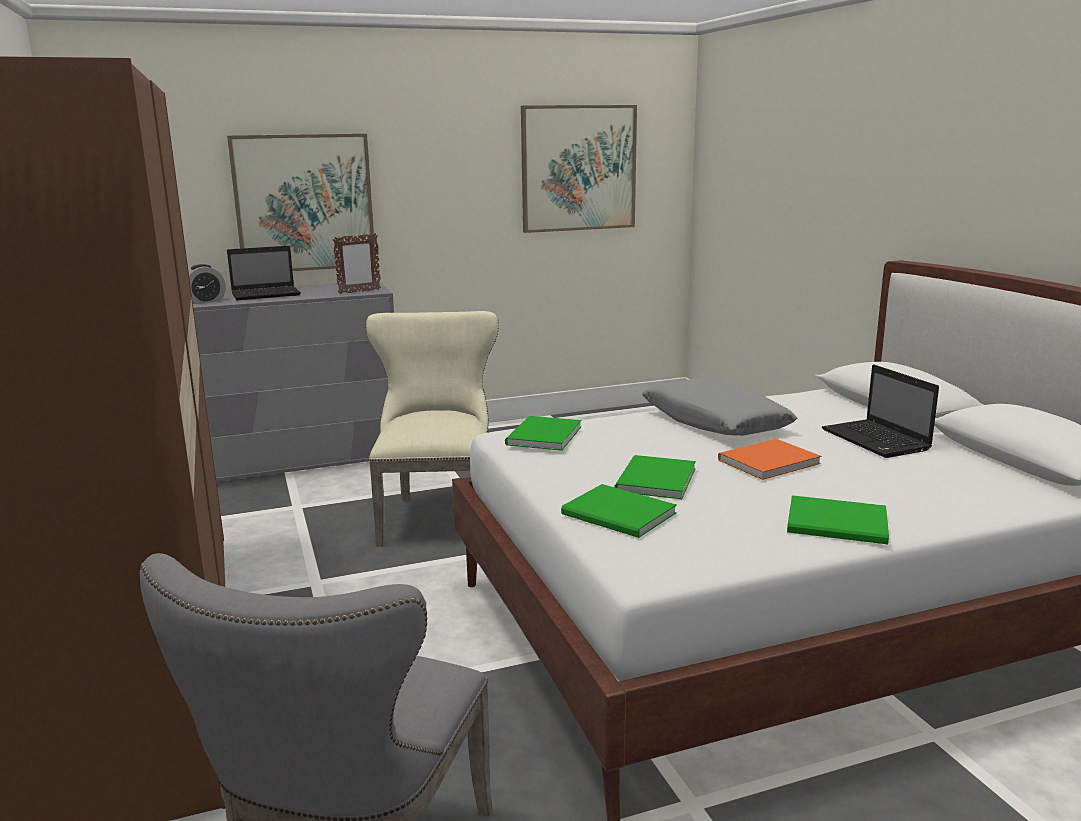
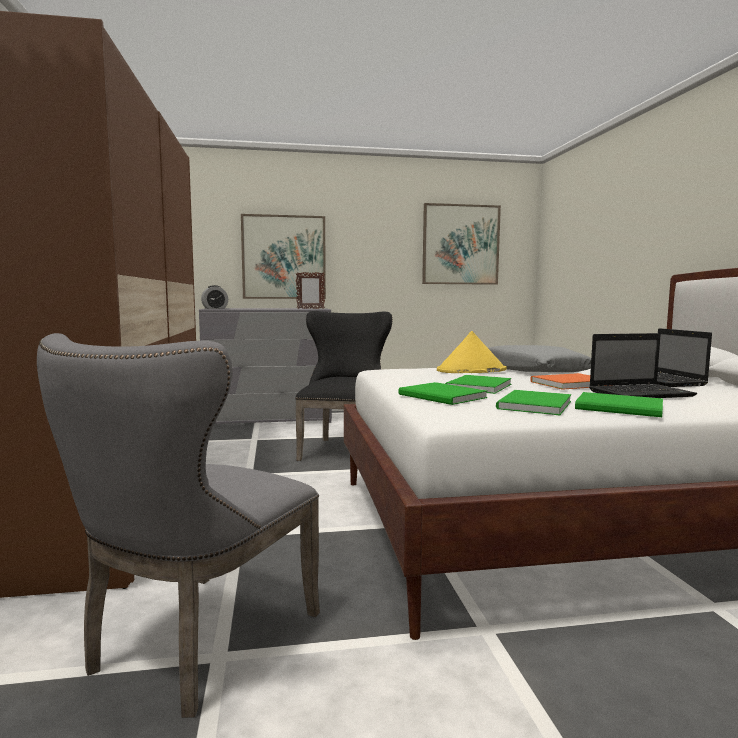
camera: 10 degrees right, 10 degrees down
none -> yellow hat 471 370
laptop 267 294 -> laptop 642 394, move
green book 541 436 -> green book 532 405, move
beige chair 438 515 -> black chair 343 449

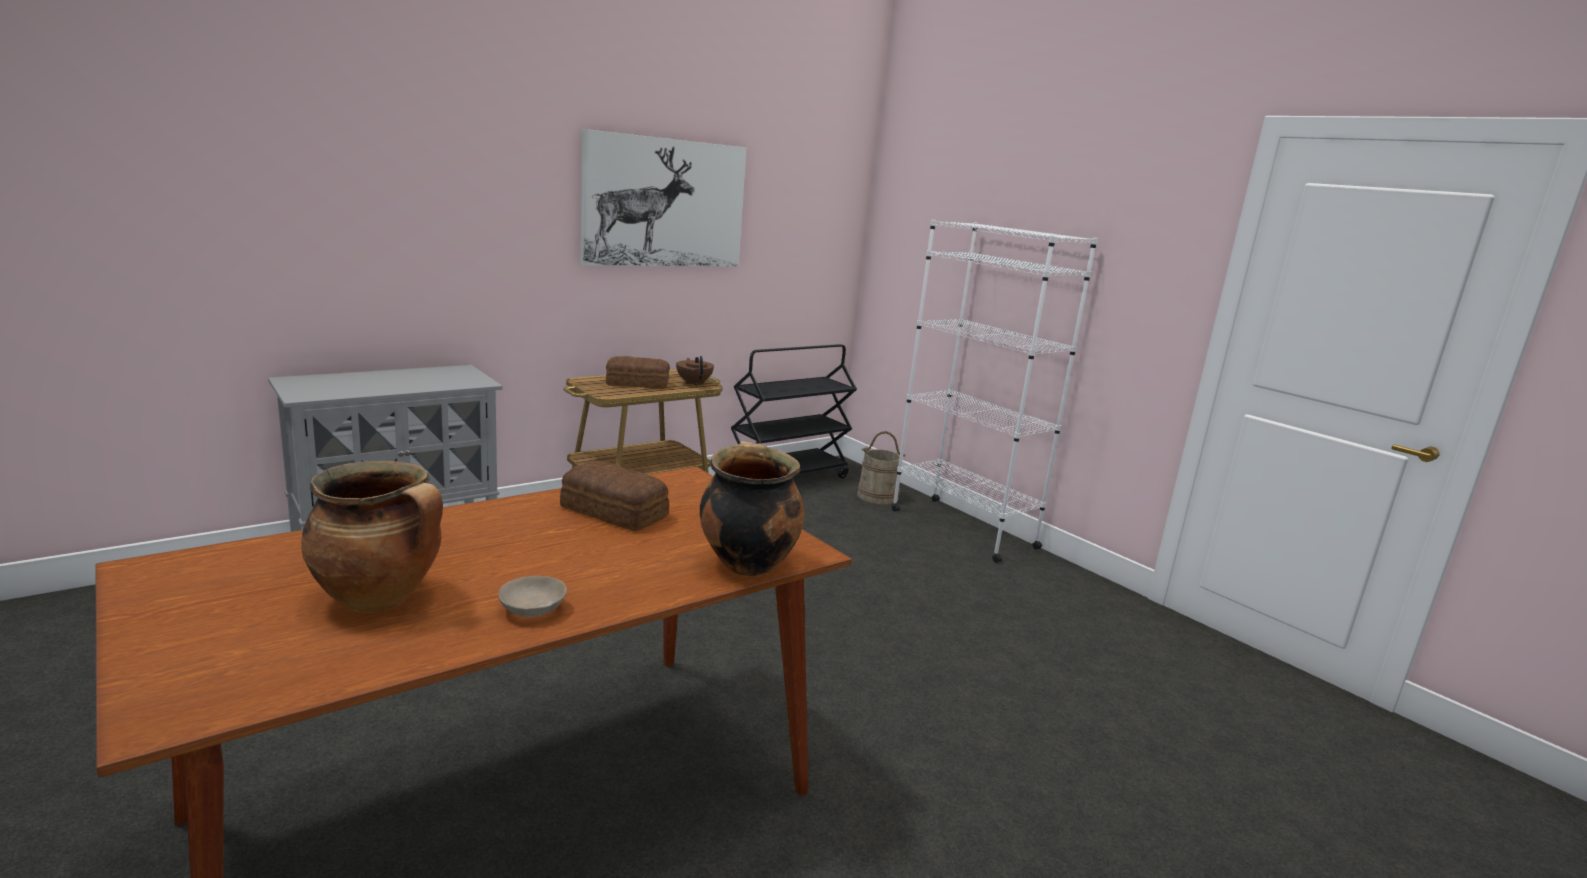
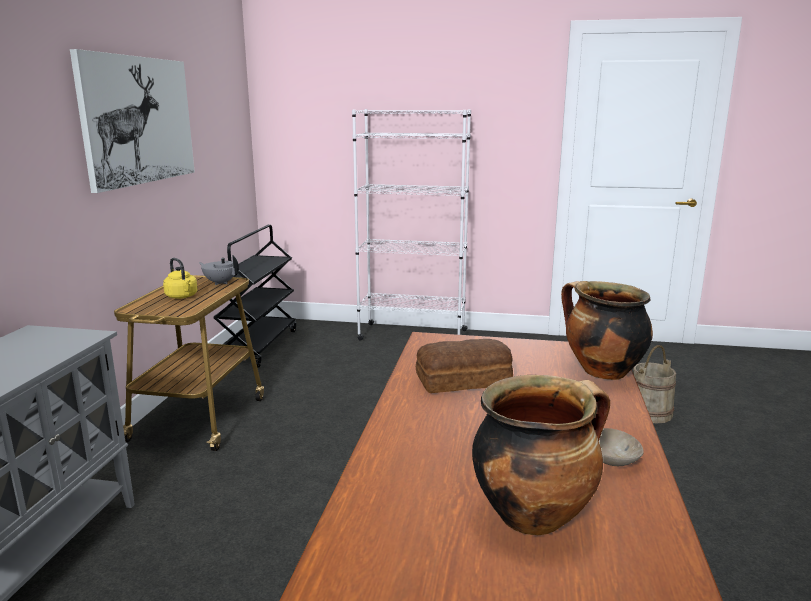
camera: 40 degrees left, 0 degrees up
beige bucket 878 496 -> beige bucket 648 412, move
bread 638 384 -> yellow kettle 182 296
brown teapot 694 383 -> grey teapot 220 283

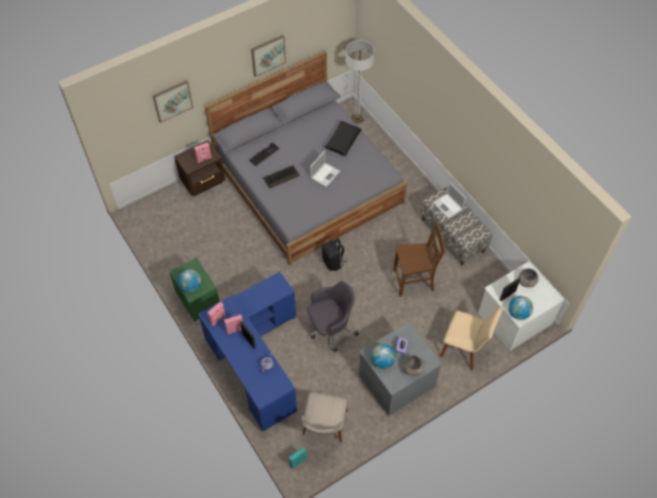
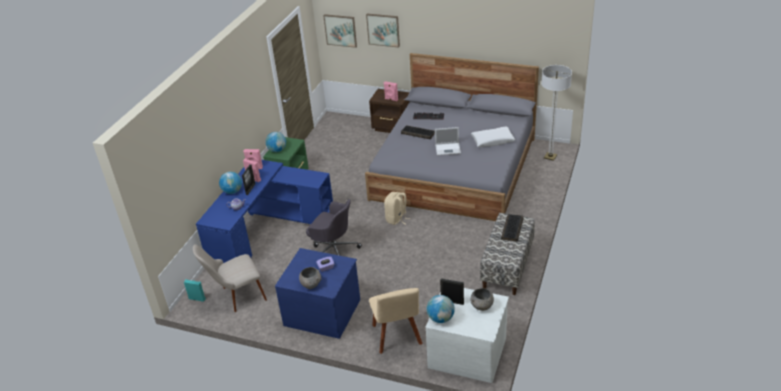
camera: 55 degrees right, 20 degrees down
brown chair 414 281 -> none
picture 268 55 -> picture 340 30, move
globe 382 361 -> globe 232 191, move
laptop 448 206 -> keyboard 512 229
black backpack 333 262 -> beige backpack 396 219
black pillow 343 141 -> white pillow 492 140
grey dresser 396 379 -> blue dresser 323 311

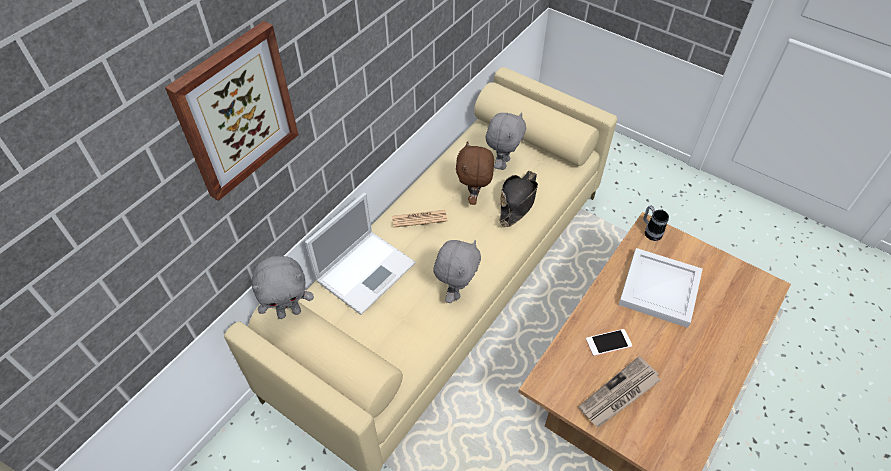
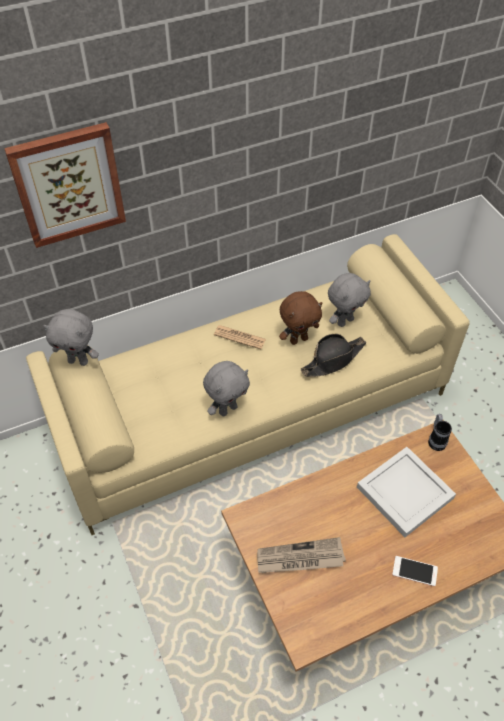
camera: 30 degrees right, 0 degrees up
laptop 366 270 -> none
phone 608 342 -> phone 414 571, move
brown plush toy 474 197 -> brown plush toy 298 339, 150 degrees counterclockwise

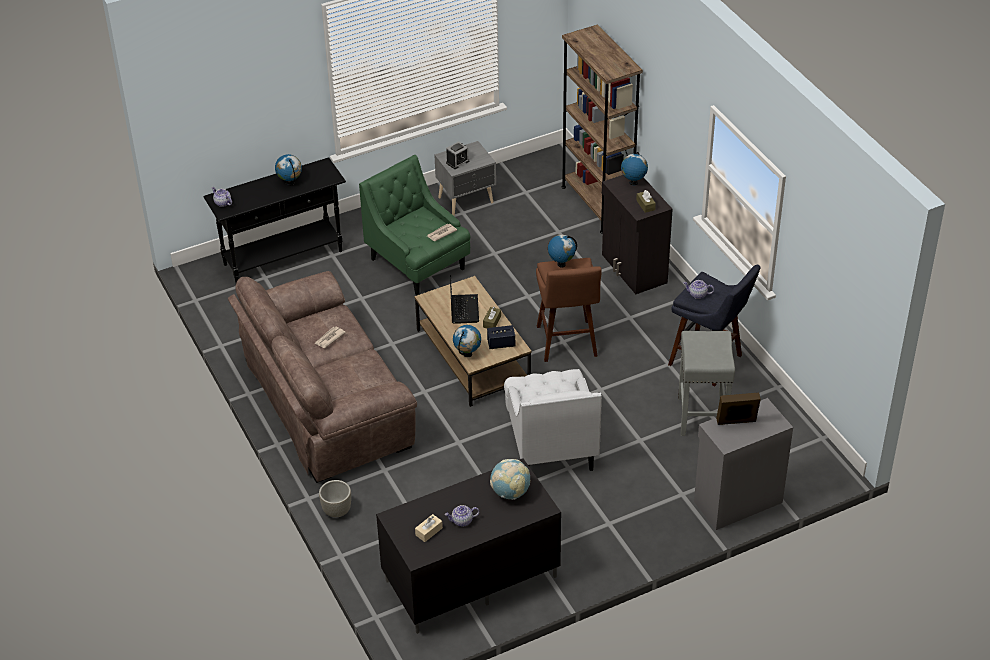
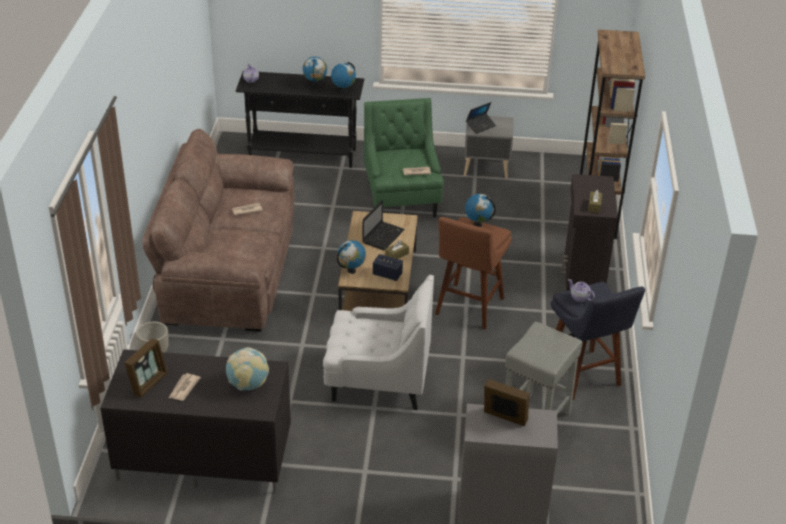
camera: 30 degrees right, 5 degrees down
globe 633 182 -> globe 343 91, move
beige tissue box 429 531 -> picture frame 148 383
teapot 462 521 -> newspaper 183 388
alarm clock 457 162 -> laptop 480 126
white armchair 551 444 -> white armchair 377 381, 105 degrees counterclockwise

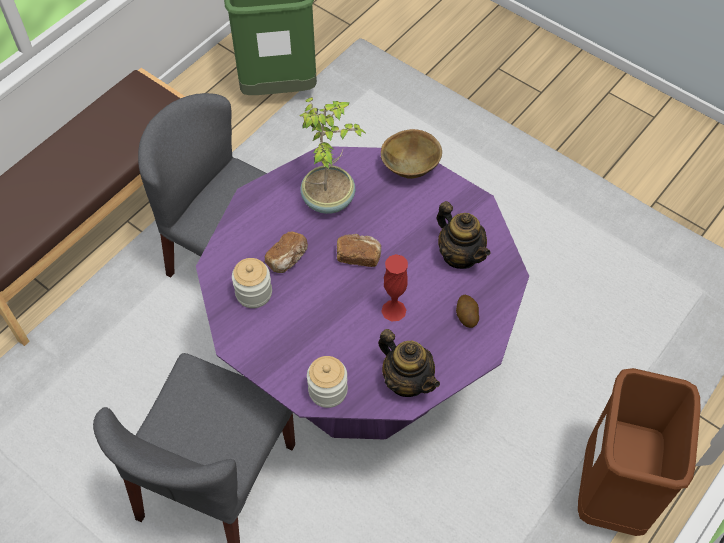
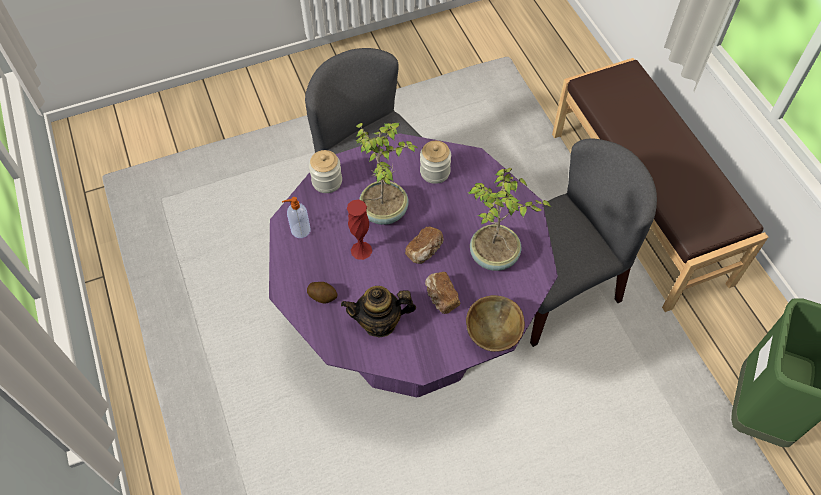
camera: 120 degrees right, 0 degrees up
brown trash can 611 492 -> none
none -> potted plant 385 210
bread 288 259 -> bread 440 297, move
teapot 407 380 -> soap dispenser 300 230

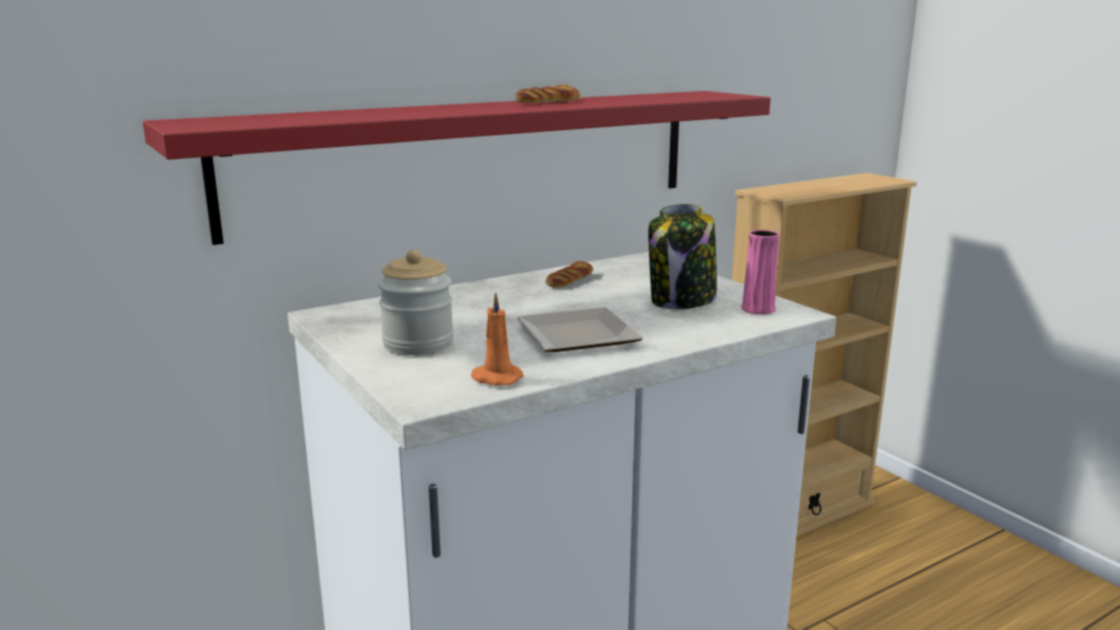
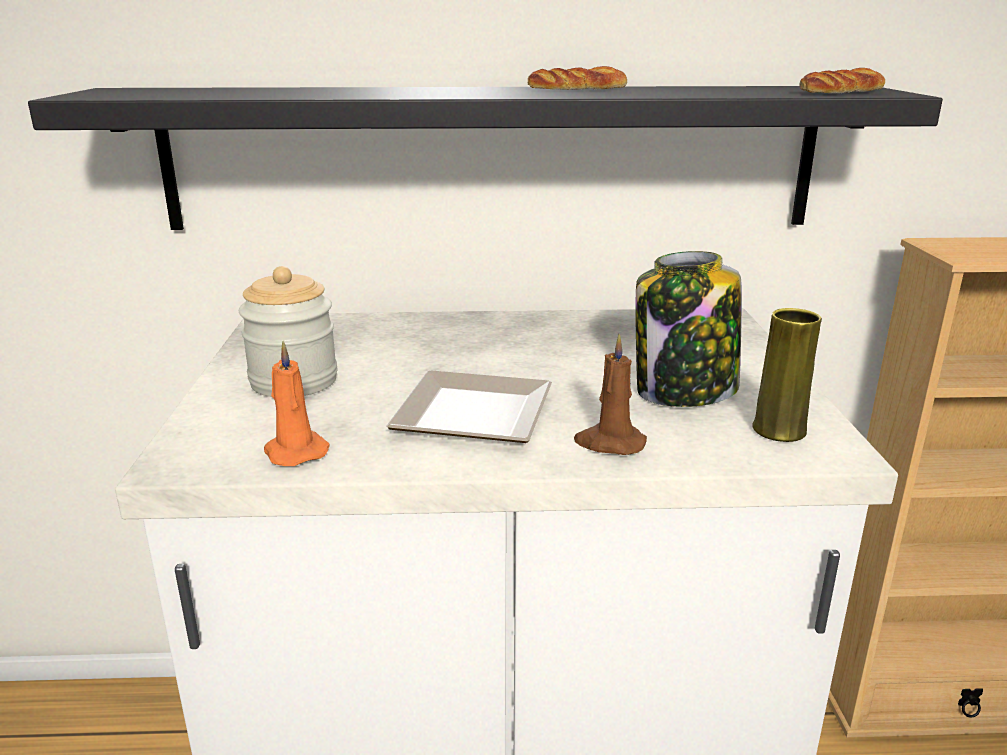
camera: 30 degrees right, 5 degrees up
none -> brown candle 609 443
bread 569 280 -> bread 841 92, move
red shelf 475 158 -> black shelf 490 158
pink vase 758 309 -> yellow vase 779 430

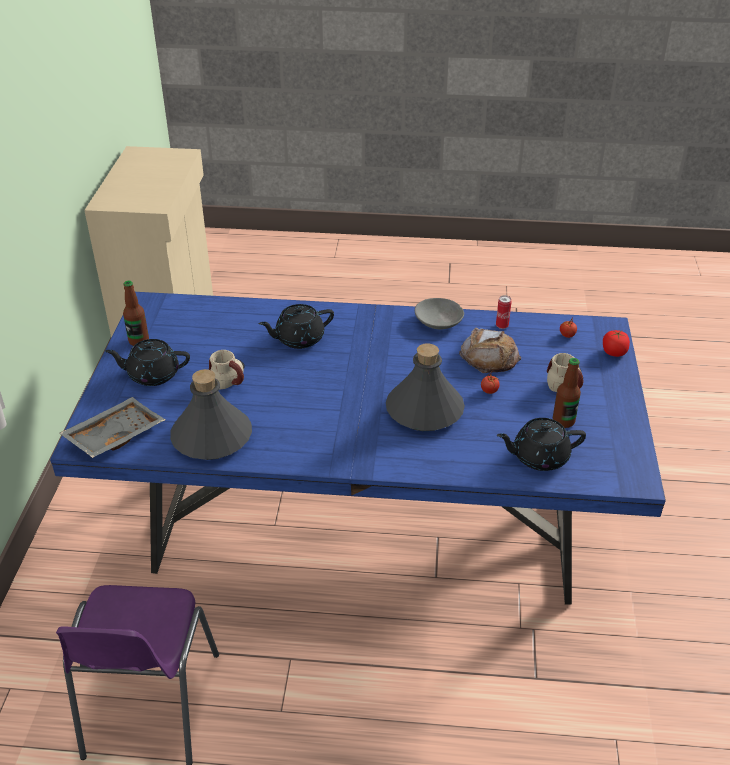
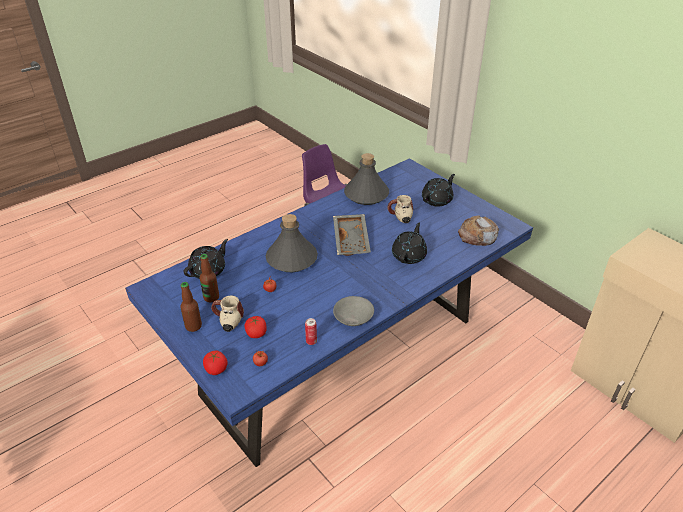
camera: 135 degrees right, 0 degrees up
none -> tomato 256 334
grey tray 114 435 -> grey tray 352 240, move
bottle 139 341 -> bottle 193 326, move
bread 489 356 -> bread 477 235, move

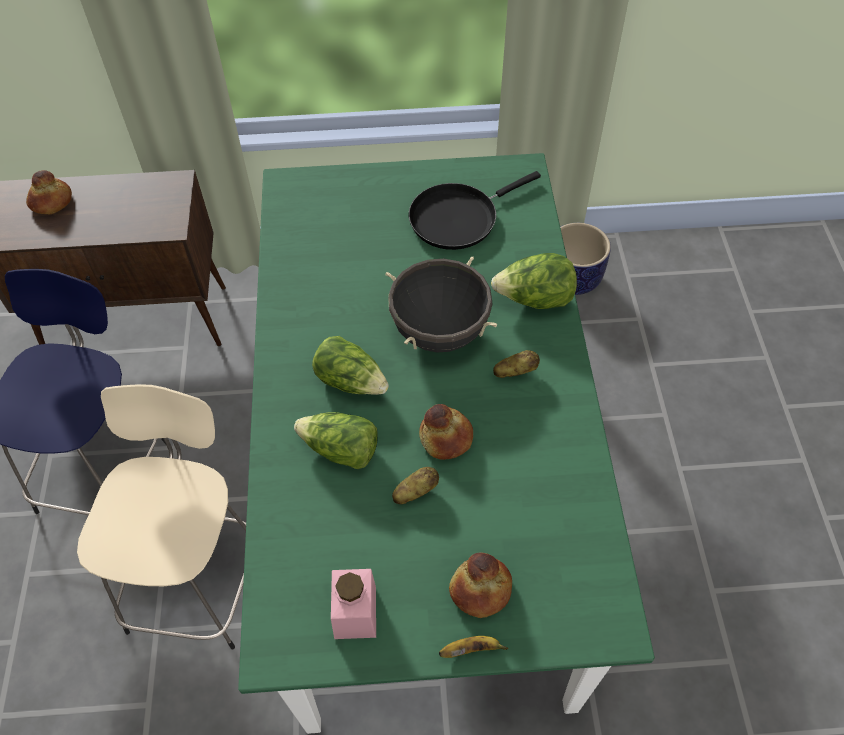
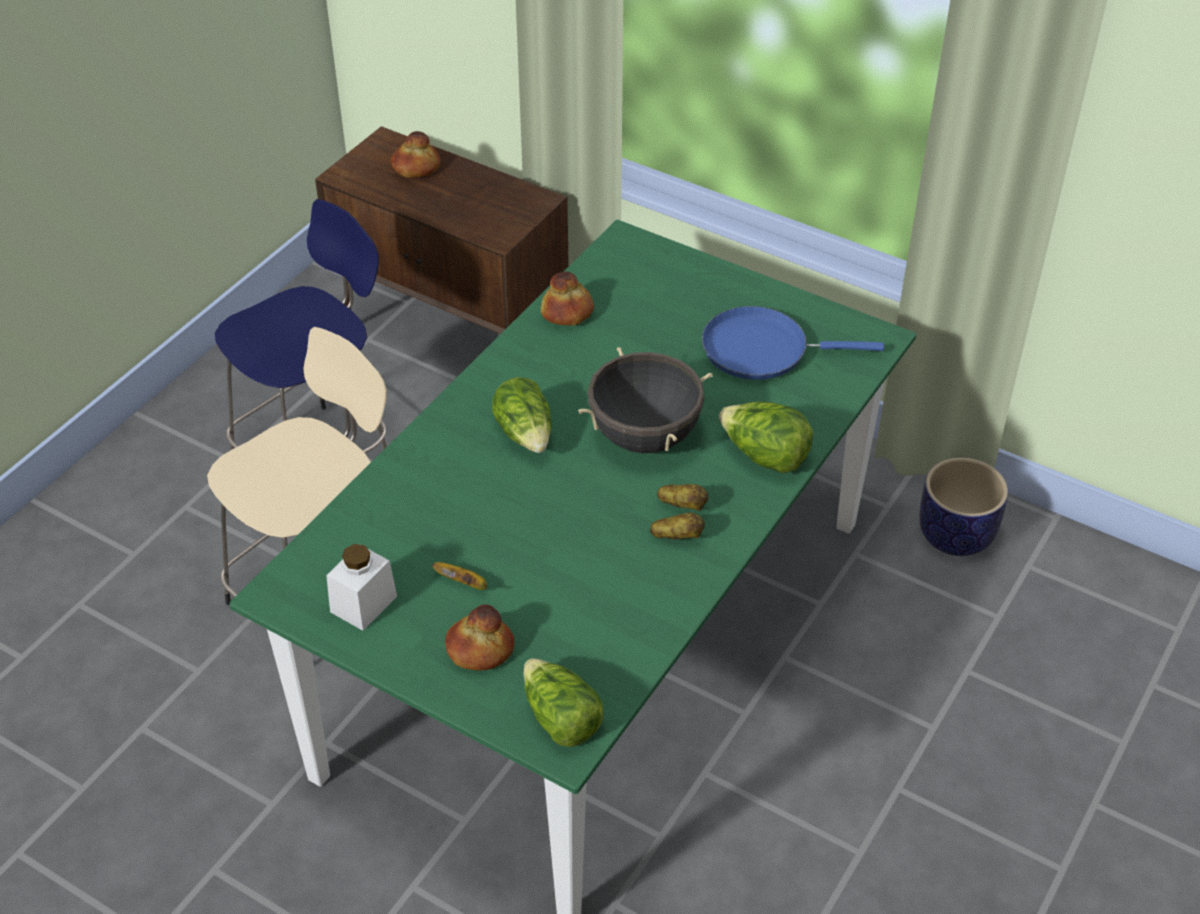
camera: 35 degrees right, 10 degrees down
lettuce 340 450 -> lettuce 560 718, move
potato 415 491 -> potato 677 536, move
bread 445 438 -> bread 566 312, move
banana 471 649 -> banana 464 583, move
pink jar 355 612 -> white jar 363 604
black frying pan 458 218 -> blue frying pan 762 349

